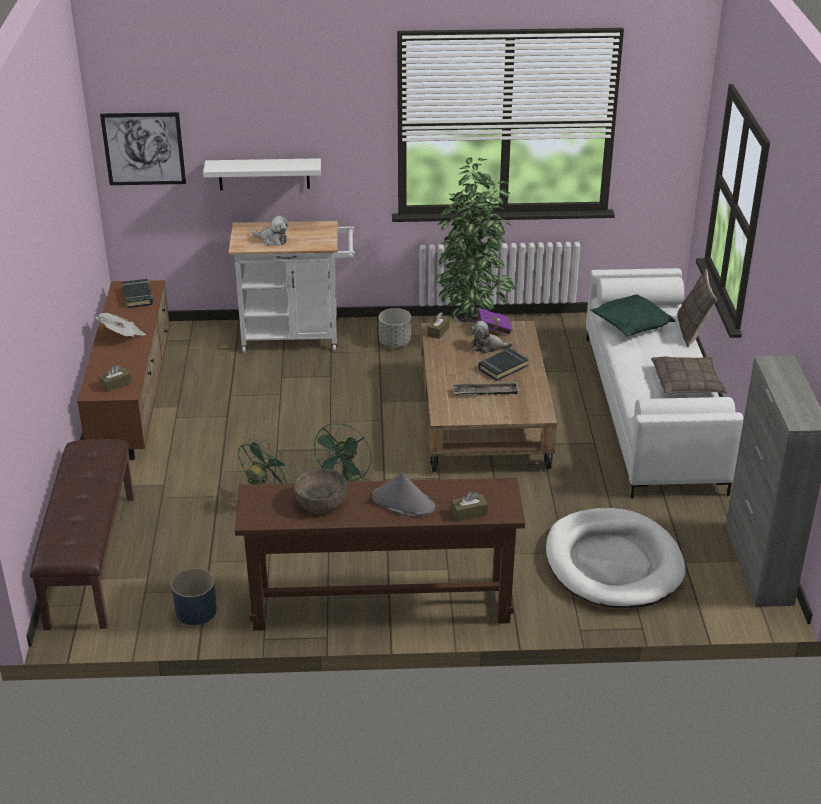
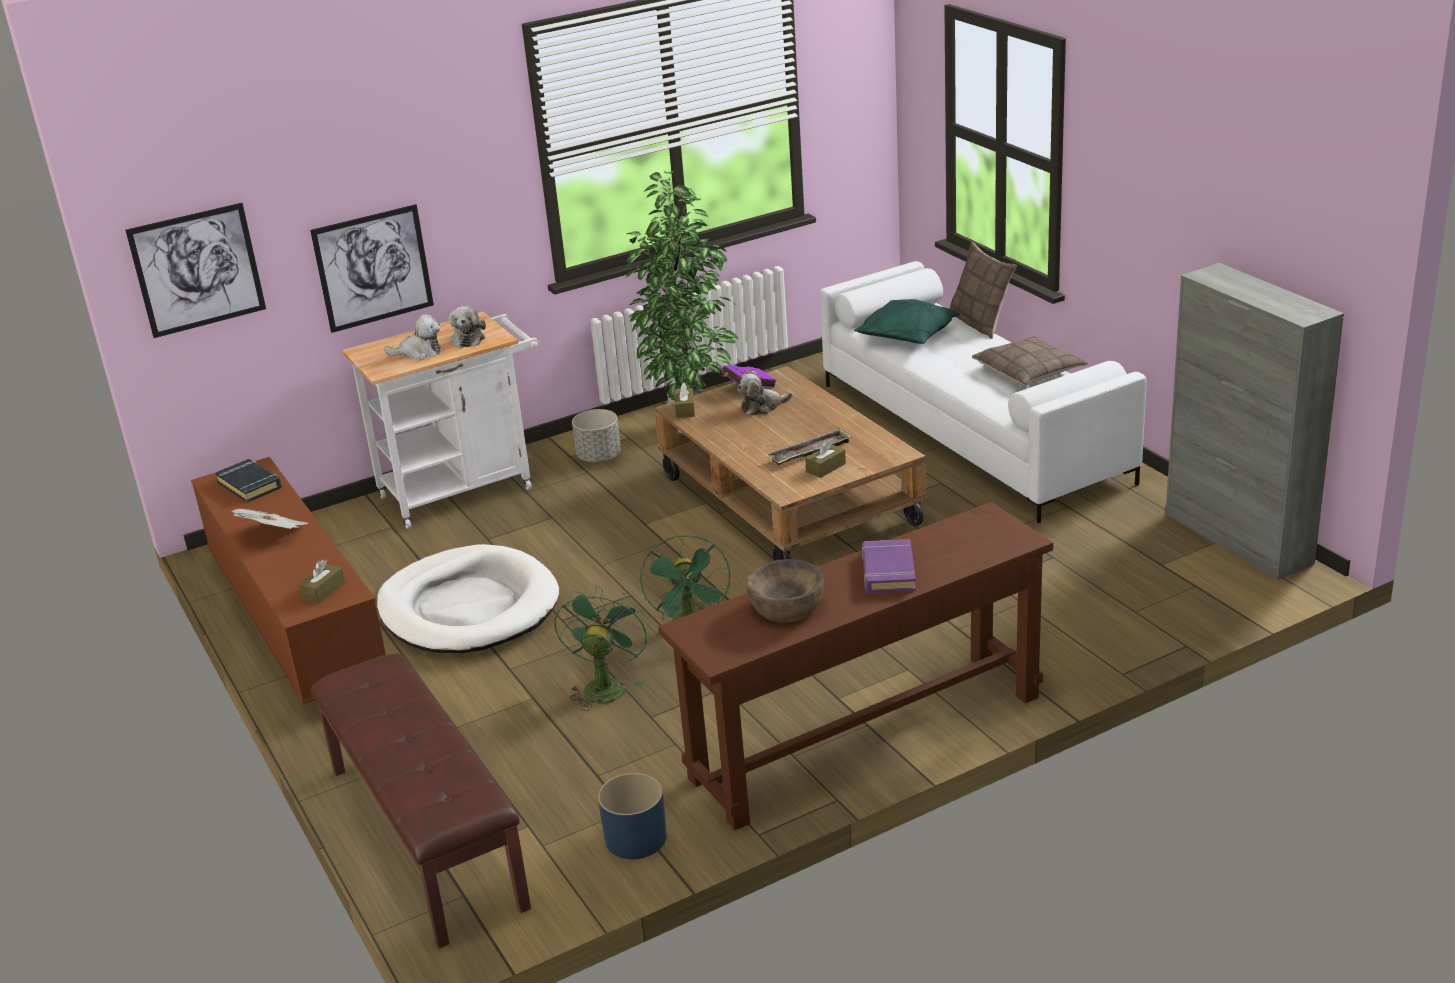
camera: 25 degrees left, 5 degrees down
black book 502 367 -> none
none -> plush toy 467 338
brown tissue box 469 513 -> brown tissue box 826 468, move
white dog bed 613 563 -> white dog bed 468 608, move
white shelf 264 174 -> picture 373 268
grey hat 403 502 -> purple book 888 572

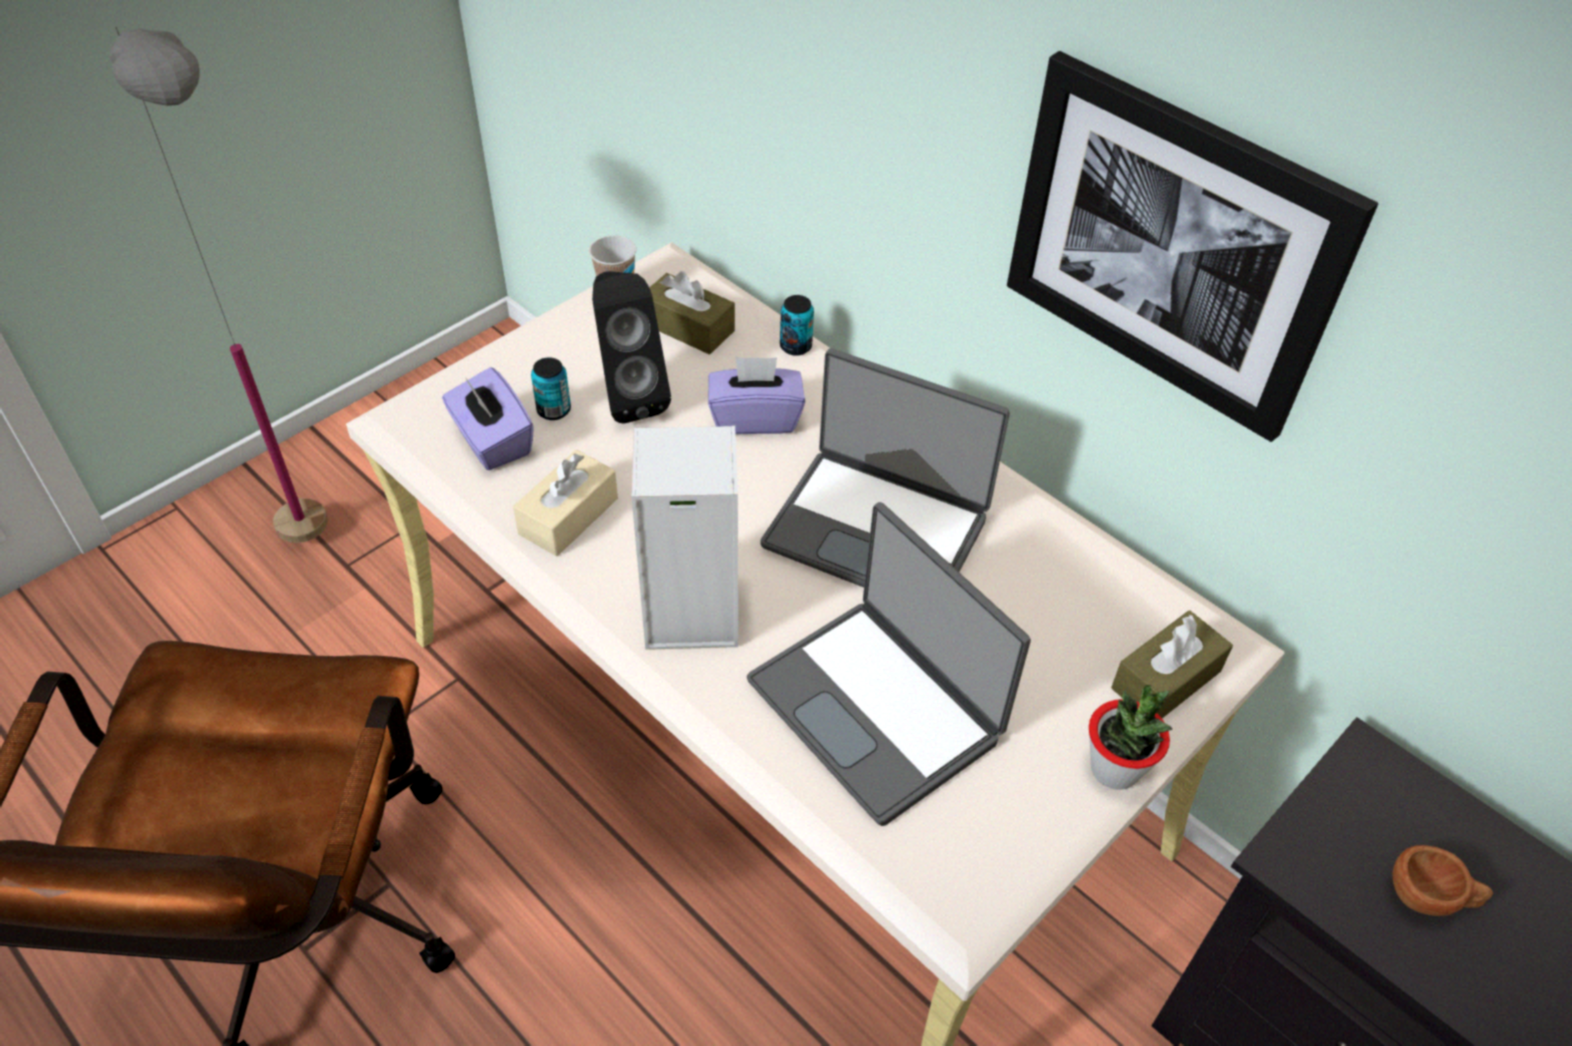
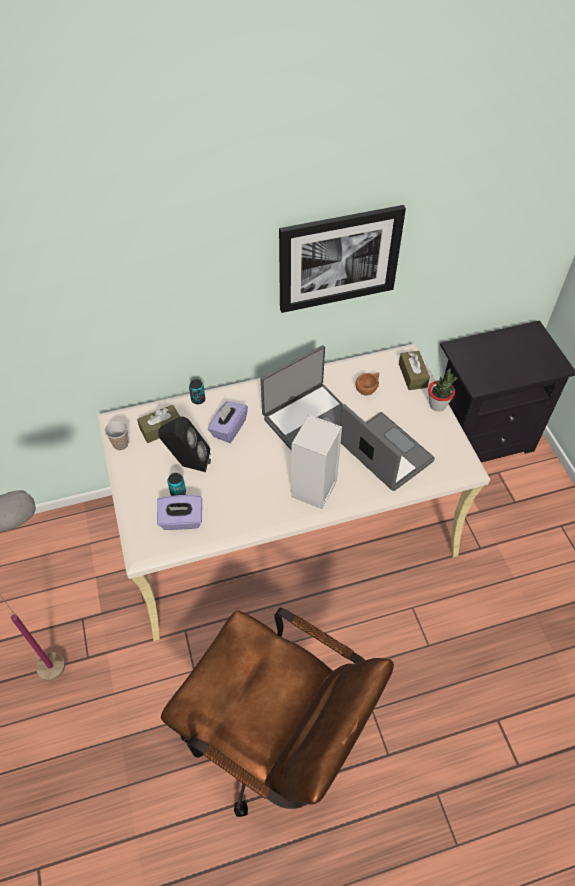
camera: 60 degrees left, 5 degrees up
beige tissue box 568 516 -> none
brown cup 1430 898 -> brown cup 368 389, move
laptop 877 708 -> laptop 384 453, 120 degrees counterclockwise

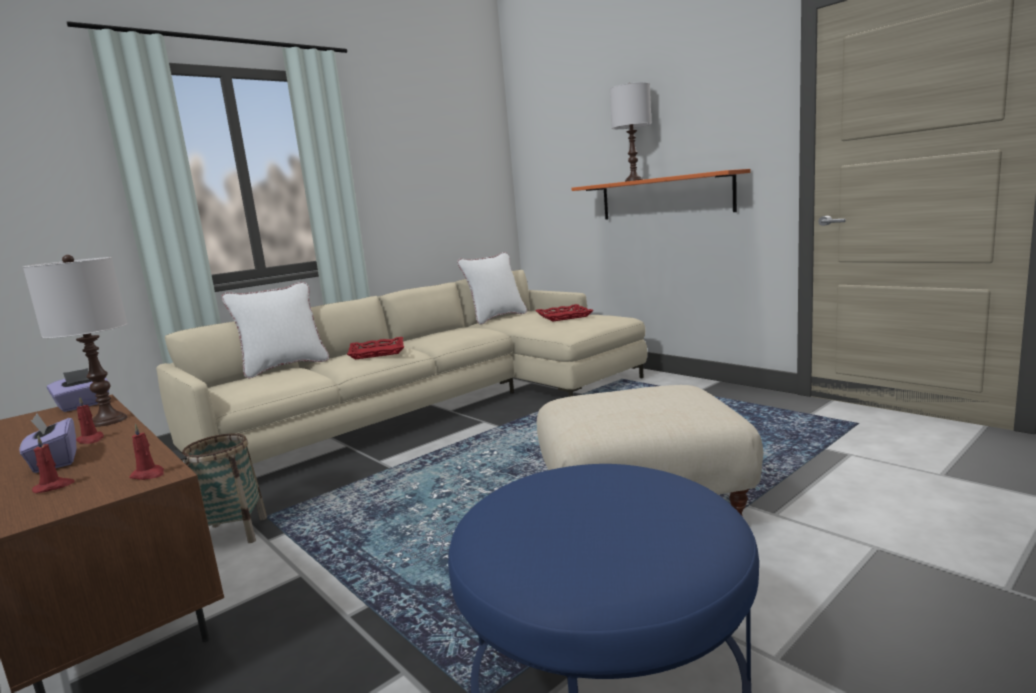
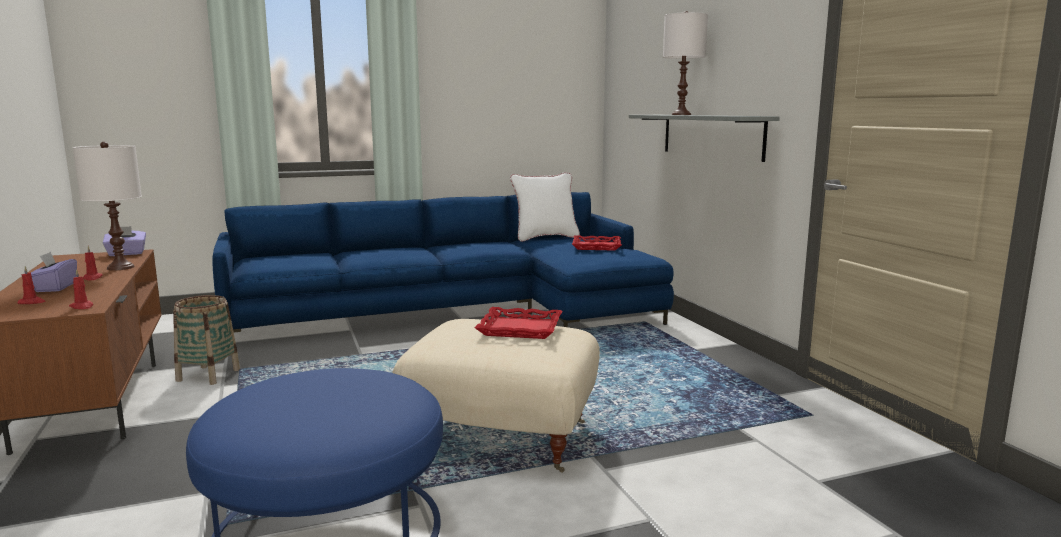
camera: 20 degrees right, 0 degrees up
white pillow 284 367 -> none
red tray 377 352 -> red tray 520 328, move
beige sofa 442 405 -> blue sofa 460 312
orange shelf 664 197 -> grey shelf 711 135

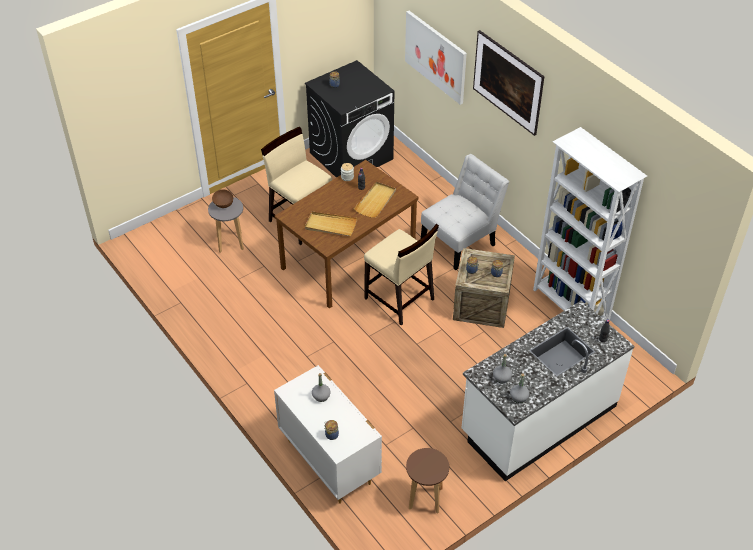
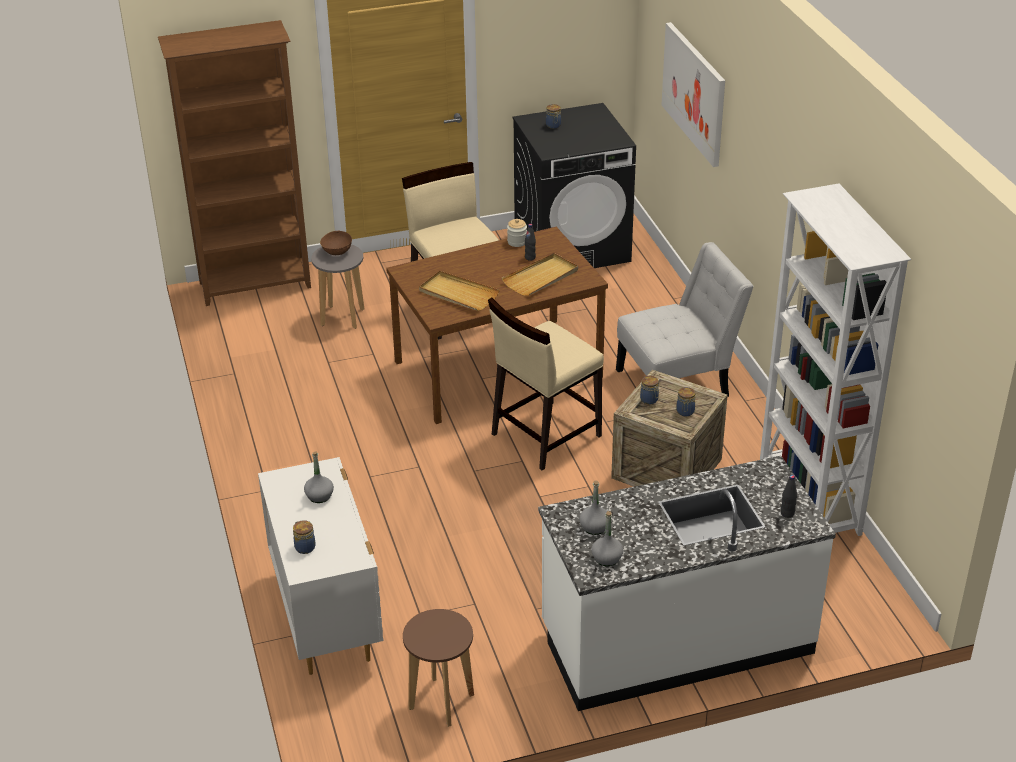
camera: 20 degrees right, 10 degrees down
picture 506 96 -> none
none -> brown bookcase 256 286
beige chair 399 299 -> beige chair 545 435, 75 degrees clockwise

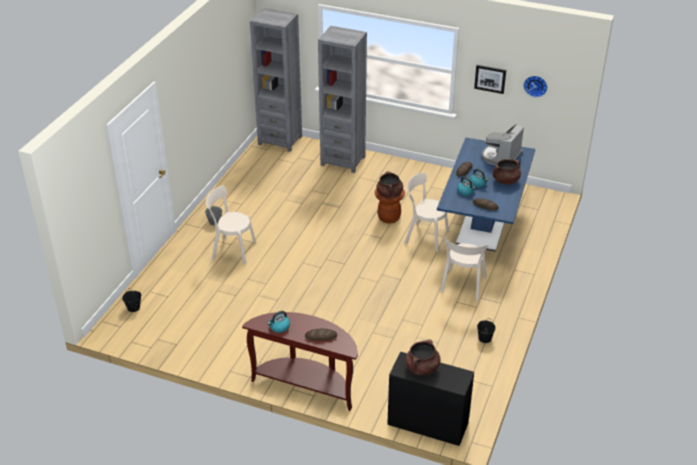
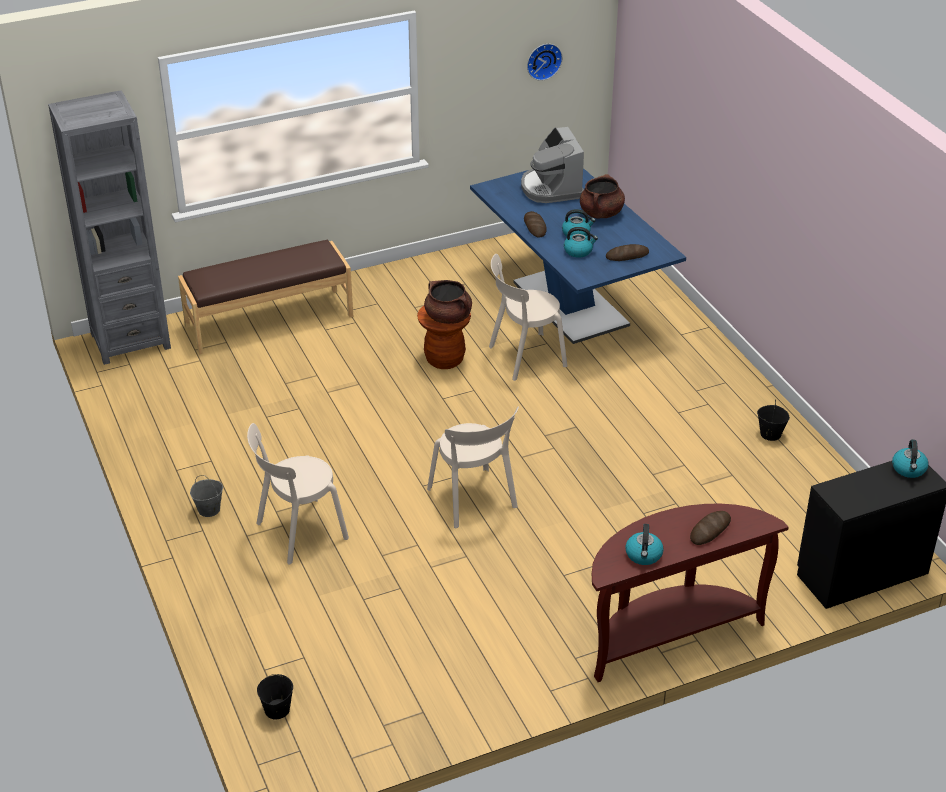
camera: 45 degrees left, 0 degrees up
brown cooking pot 422 368 -> none
picture 490 78 -> none
none -> kettle 909 469
beige chair 462 286 -> beige chair 473 500, move
grey bookcase 343 161 -> brown bench 269 320

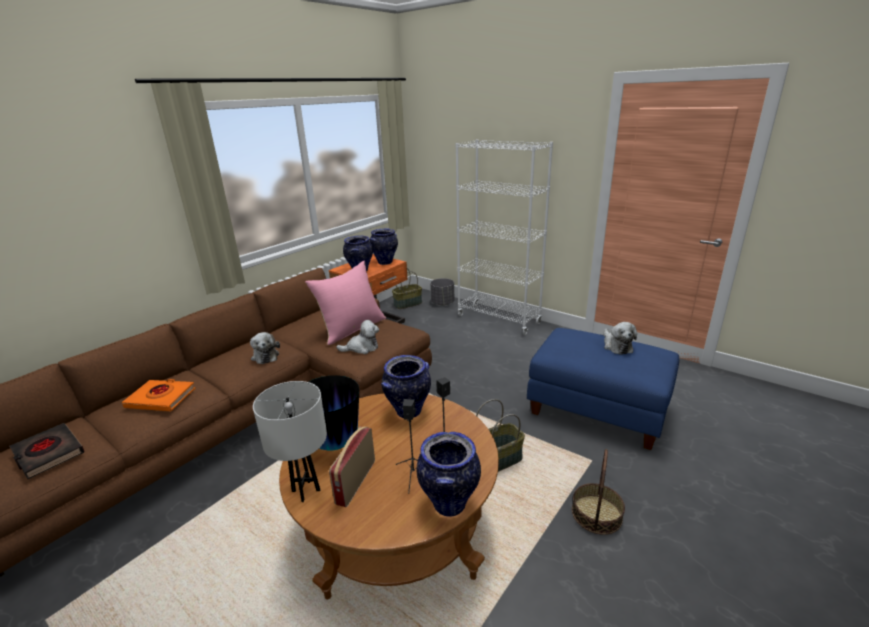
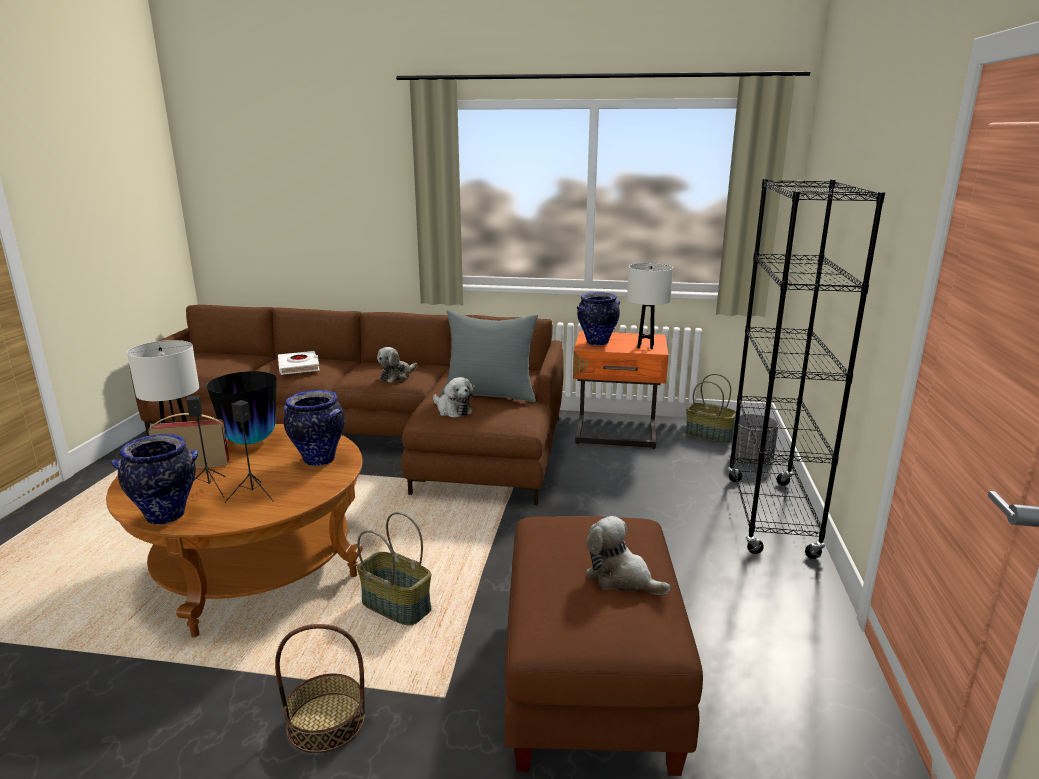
camera: 60 degrees right, 5 degrees down
black book 48 454 -> none
vase 385 262 -> white table lamp 645 346
orange book 161 399 -> white book 299 366
pink pillow 352 329 -> grey pillow 490 393
white bookcase 498 319 -> black bookcase 770 516
blue ottoman 598 409 -> brown ottoman 592 683
plush toy 616 346 -> plush toy 621 578, 75 degrees clockwise

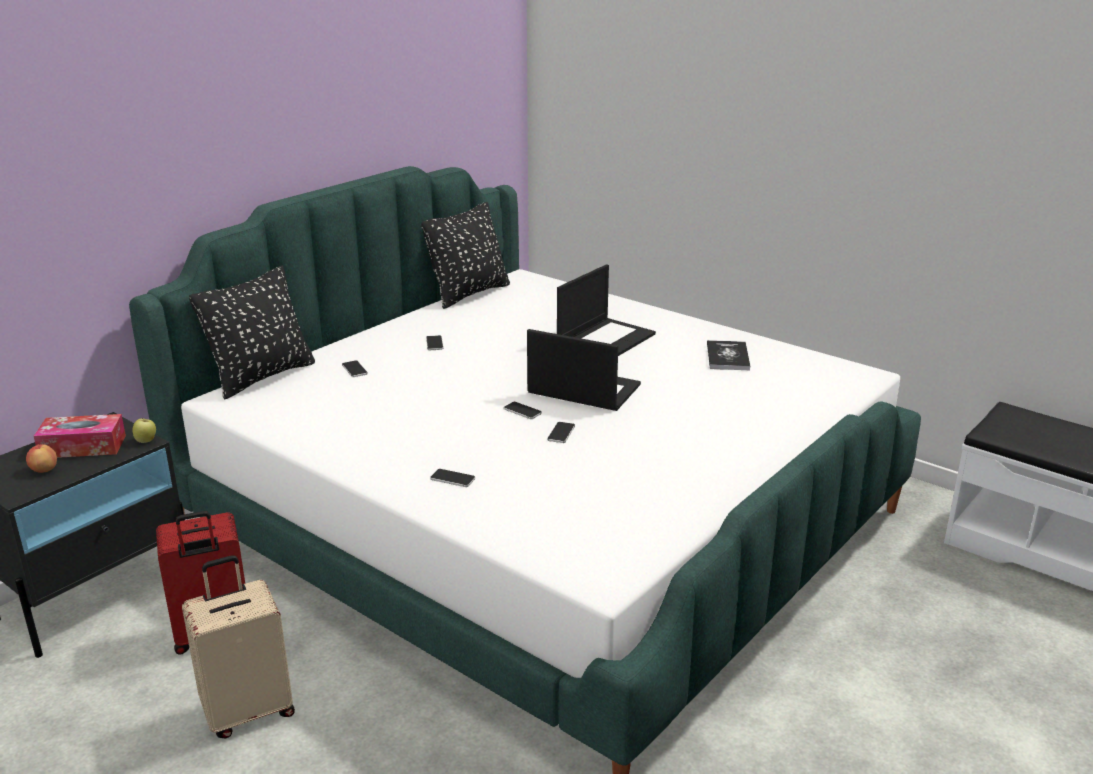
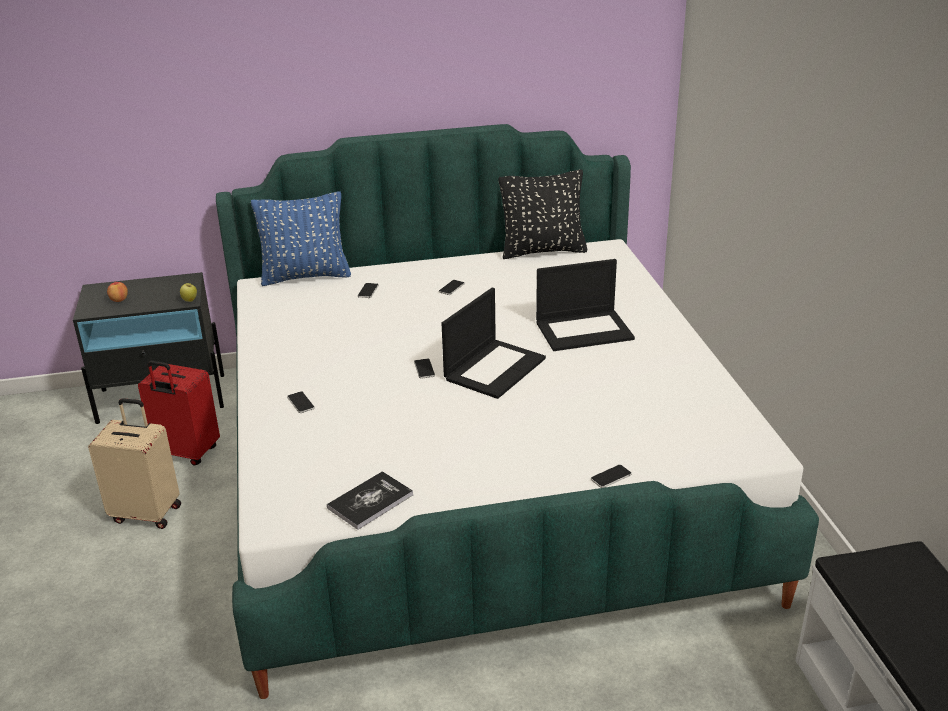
camera: 40 degrees right, 5 degrees up
tissue box 83 447 -> none
phone 561 433 -> phone 611 477, move
book 727 357 -> book 370 501, move
black pillow 262 377 -> blue pillow 305 276
laptop 582 389 -> laptop 494 368, 60 degrees clockwise

